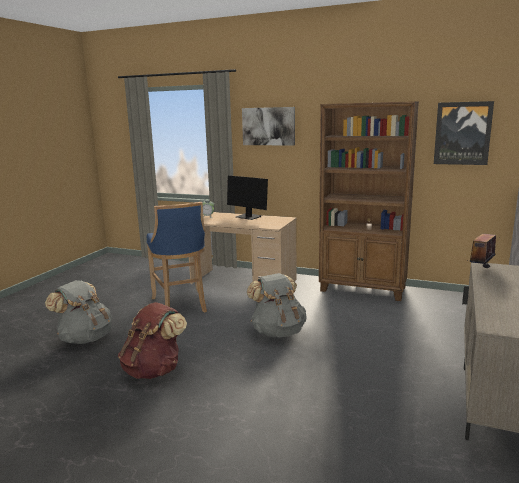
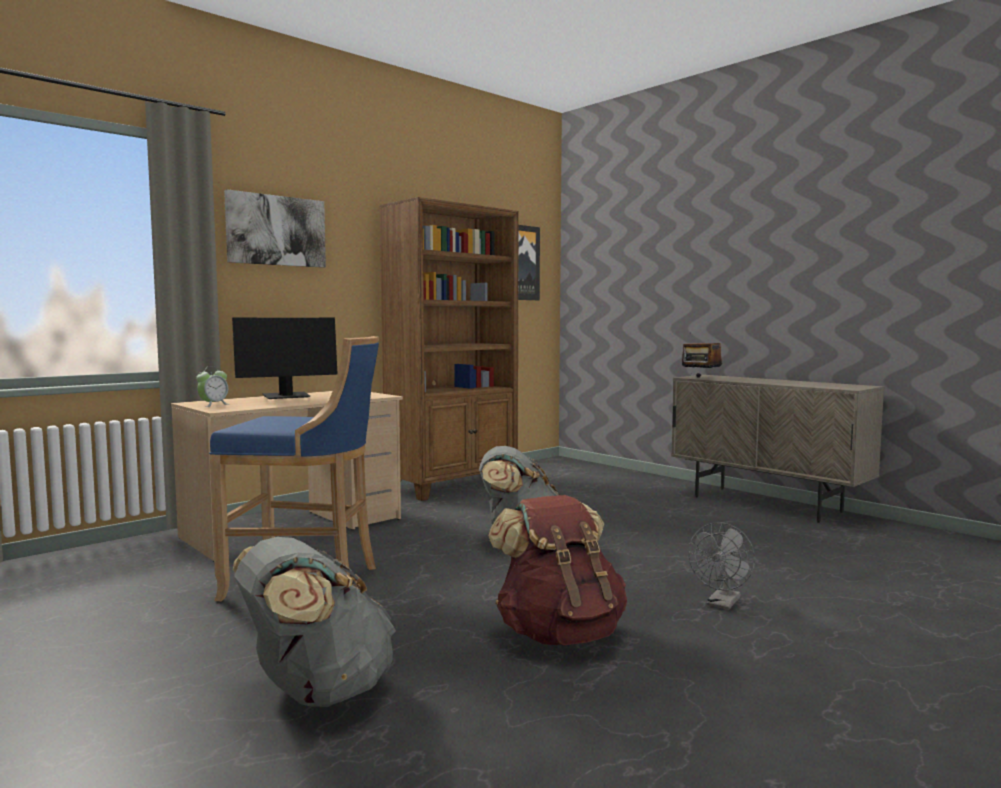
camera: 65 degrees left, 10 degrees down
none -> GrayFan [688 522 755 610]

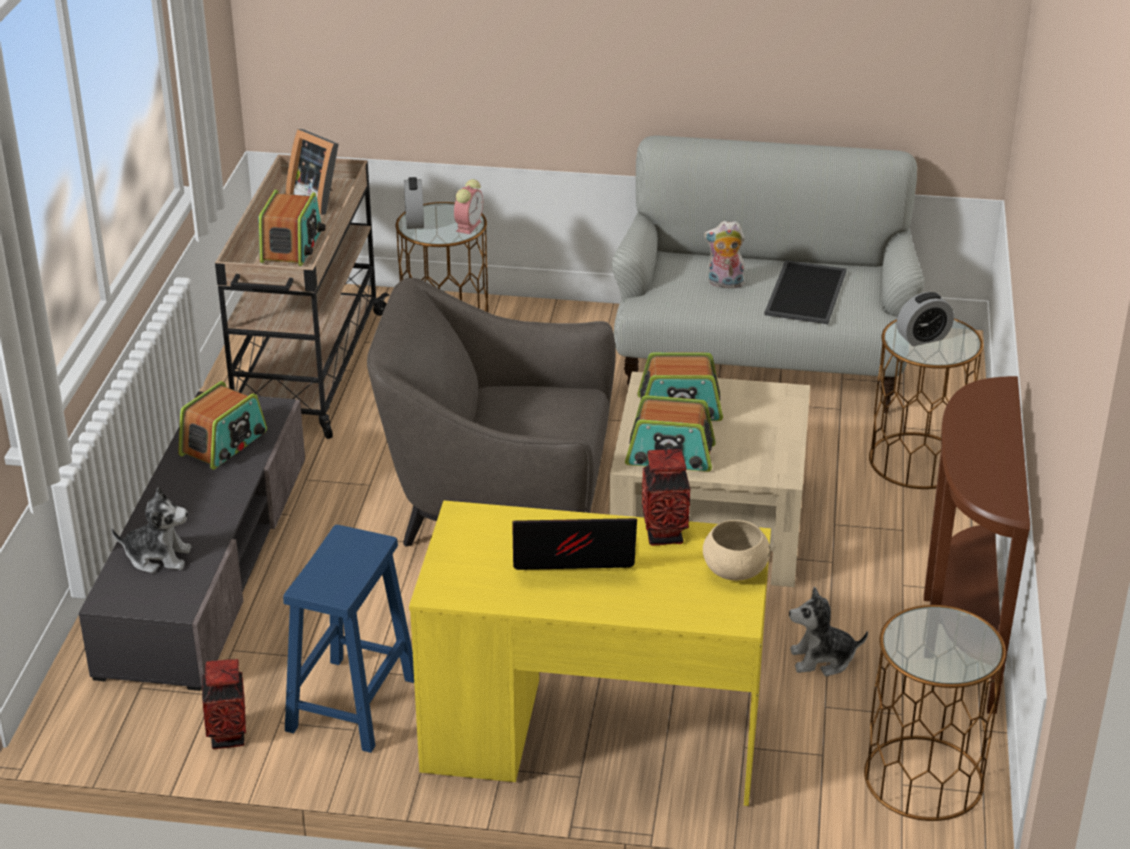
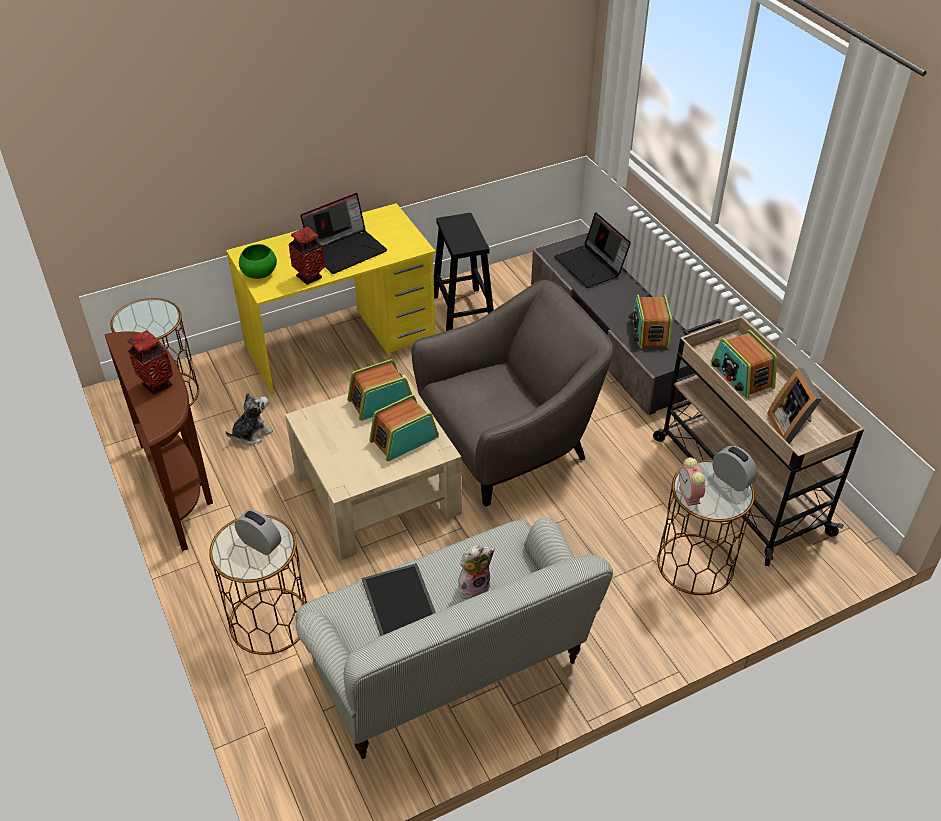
camera: 145 degrees right, 10 degrees up
DecorativeVase [202 659 246 749] -> DecorativeVase [128 330 174 395], moved
TableClock [897 292 954 346] -> TableClock [235 509 281 555], 90 degrees clockwise
BeigeColouredDeepDish [703 520 771 580] -> GreenDeepDish [239 244 277 279]
BlueSittingStool [283 525 414 753] -> BlackSittingStool [434 213 494 331]
SoftToy [111 487 192 573] -> NotebookComputer [554 212 631 288]
PictureFrame [285 129 339 215] -> PictureFrame [767 368 822 444], 105 degrees counterclockwise

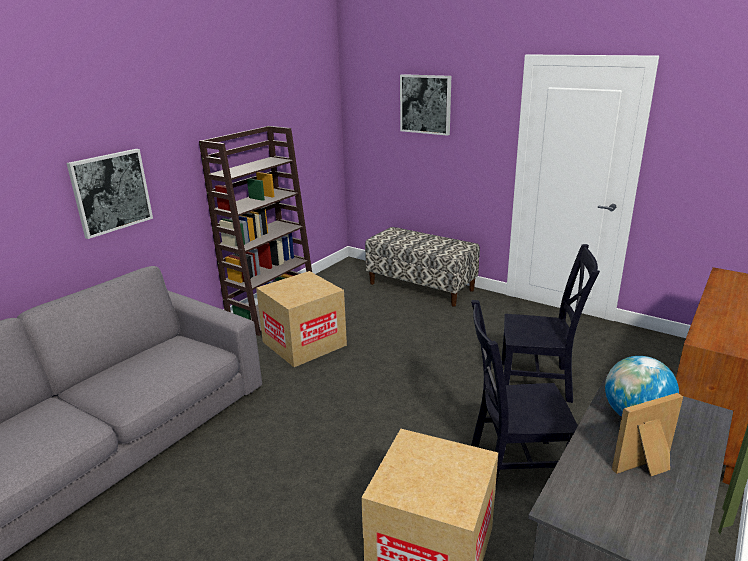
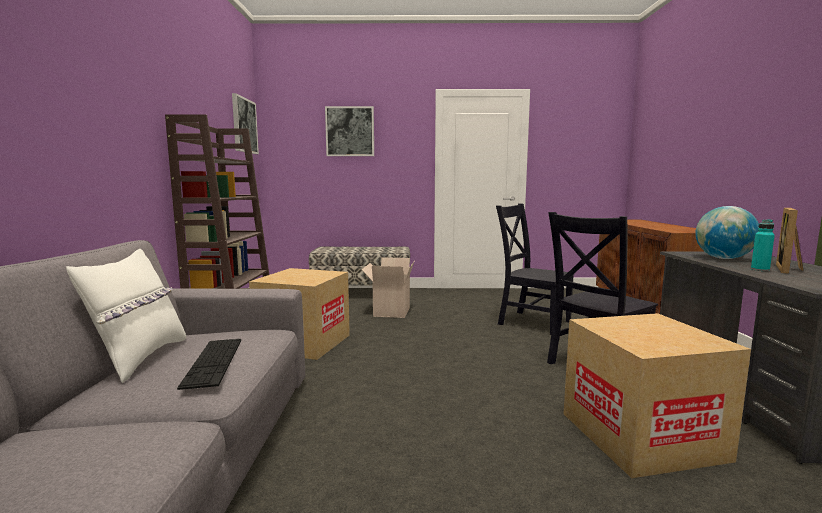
camera: 35 degrees left, 15 degrees down
none -> WhiteThrowPillow [66 249 186 383]
none -> ComputerKeyboard [177 339 241 390]
WallArt [67 149 153 239] -> WallArt [232 93 259 154], moved
none -> Carton [362 257 414 318]
BlackChair [502 244 600 403] -> BlackChair [496 203 575 335], 120 degrees counterclockwise
none -> TurquoiseDrinkBottle [751 219 775 271]

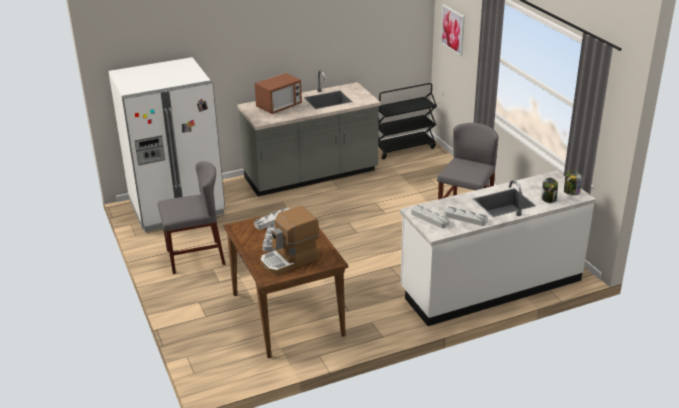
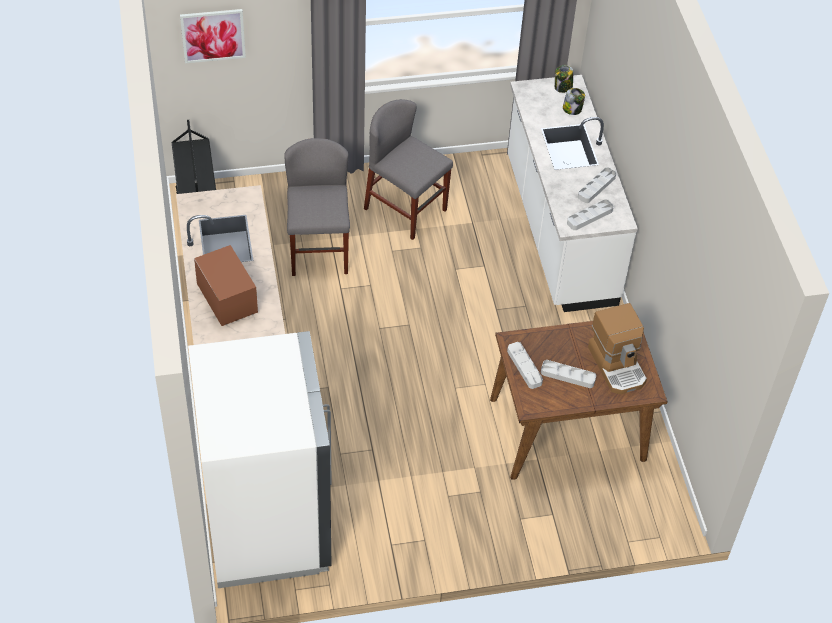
camera: 80 degrees left, 20 degrees up
GrayChair [158 161 226 274] -> GrayChair [284 138 350 276], moved

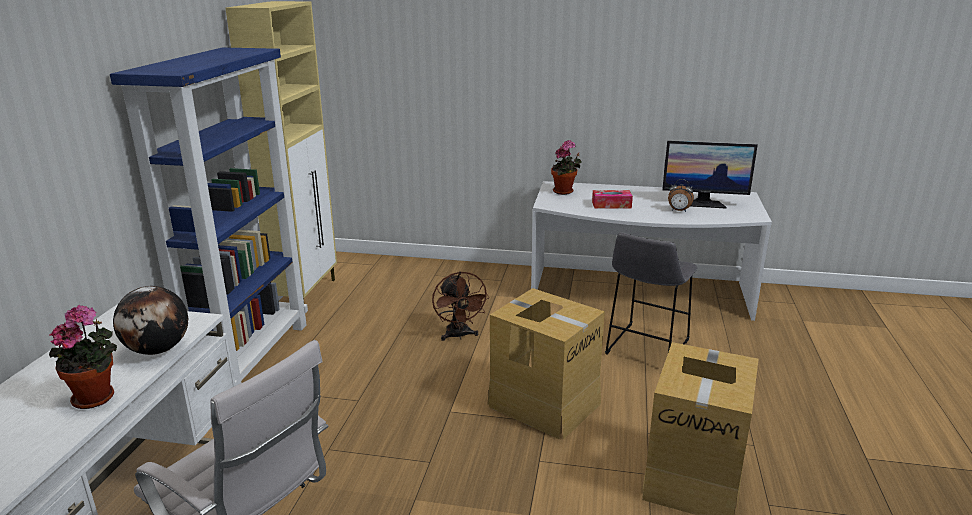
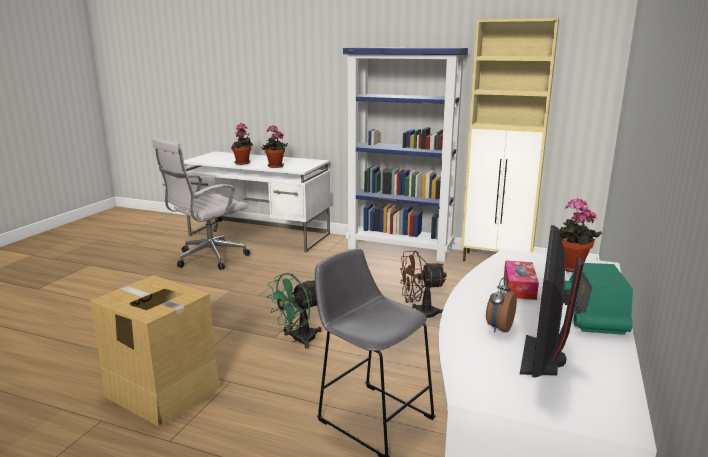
camera: 100 degrees right, 5 degrees down
Globe [113 286 188 355] -> PlantInAPot [261 126 288 168]
Carton [487 288 605 440] -> GreenFan [267 273 322 349]
none -> RadioReceiver [564 263 633 335]

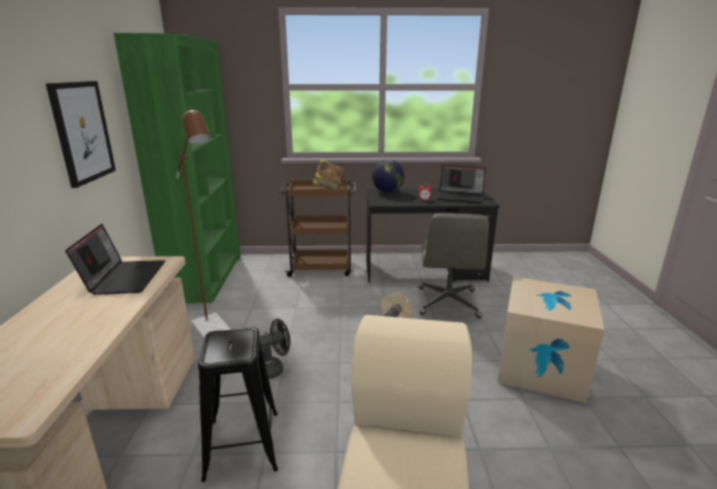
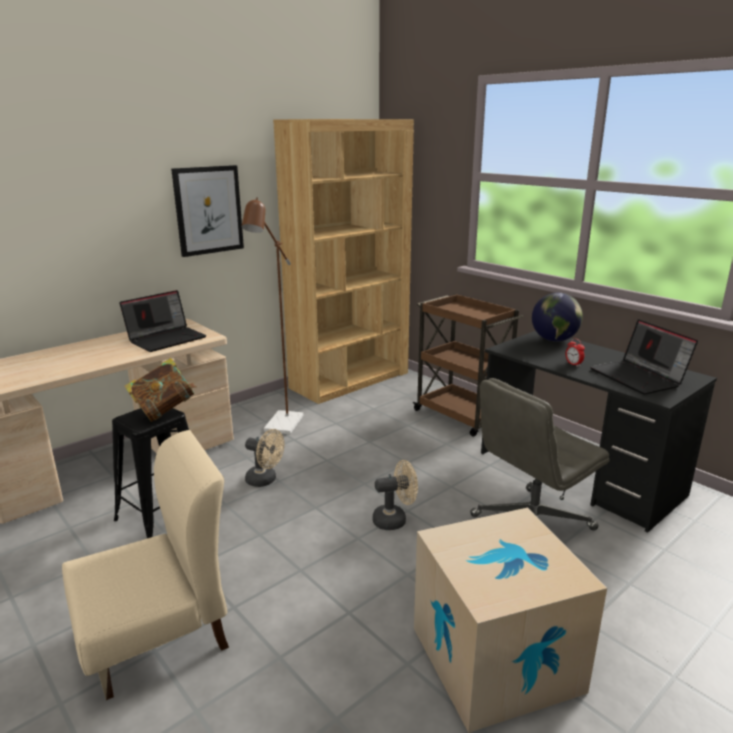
camera: 50 degrees right, 0 degrees up
BoundBook [313 159 344 189] -> BoundBook [124 358 197 422], moved
BlackFan [260 319 290 379] -> BeigeColouredFan [245 429 284 487]
GreenBookshelf [114 33 241 303] -> BrownBookshelf [273 119 414 404]

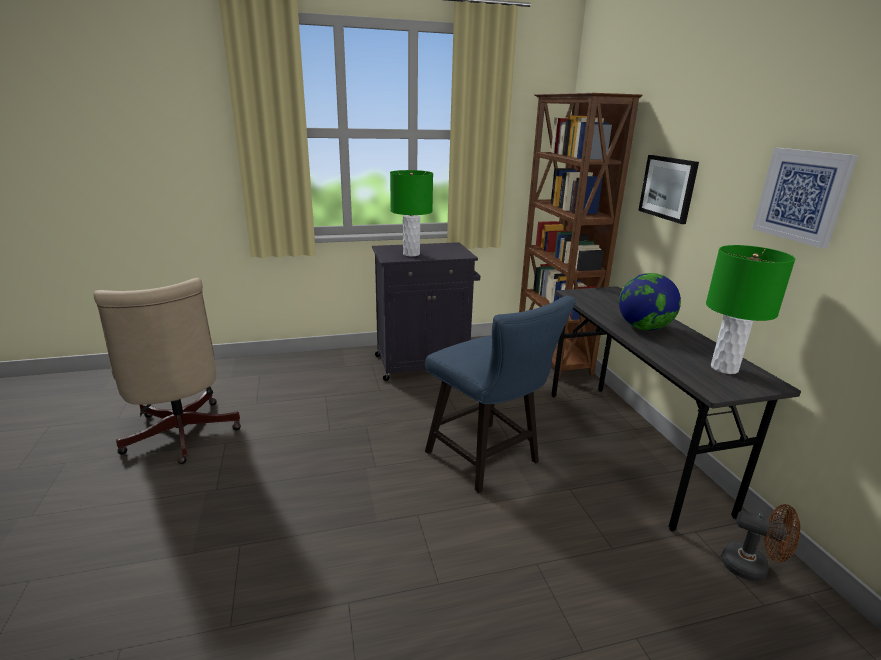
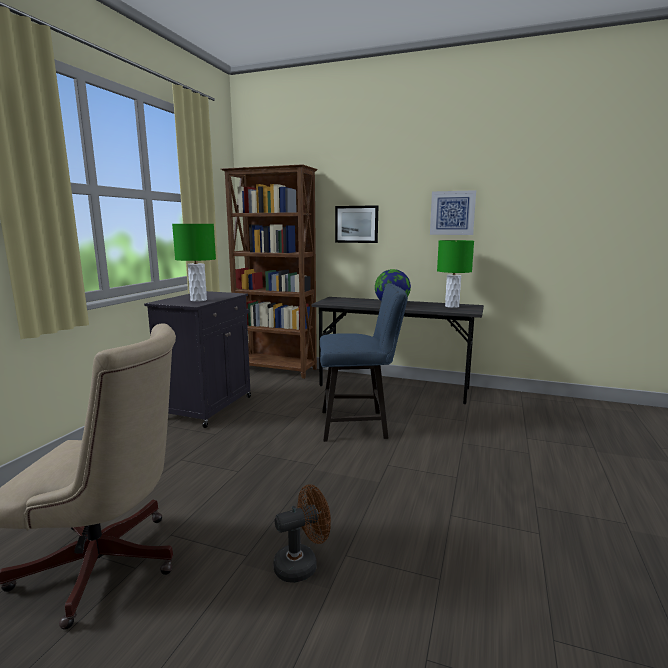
camera: 55 degrees left, 10 degrees down
BrownFan [721 504 800 582] -> BrownFan [273 484 331 583], moved

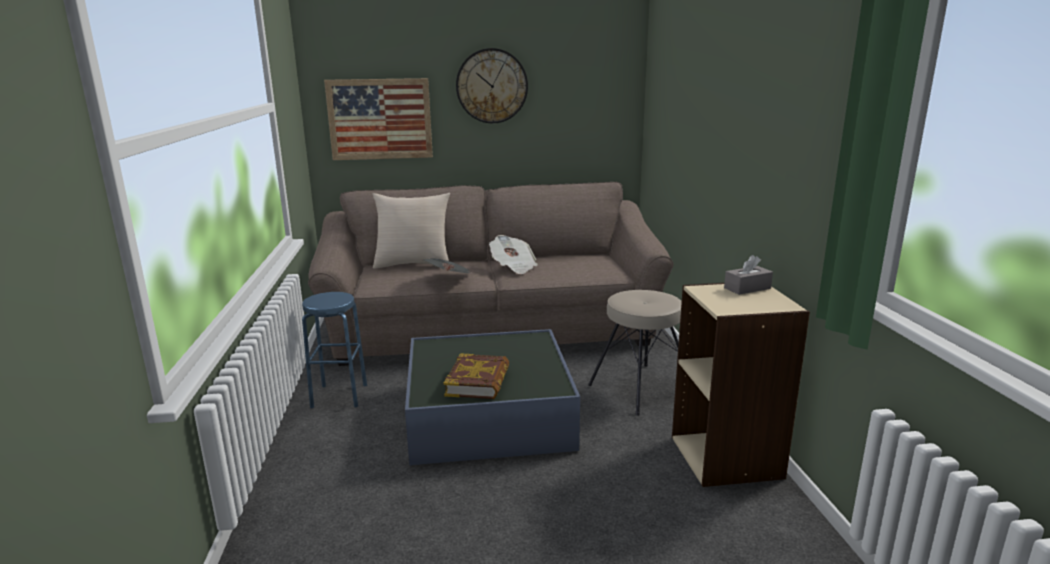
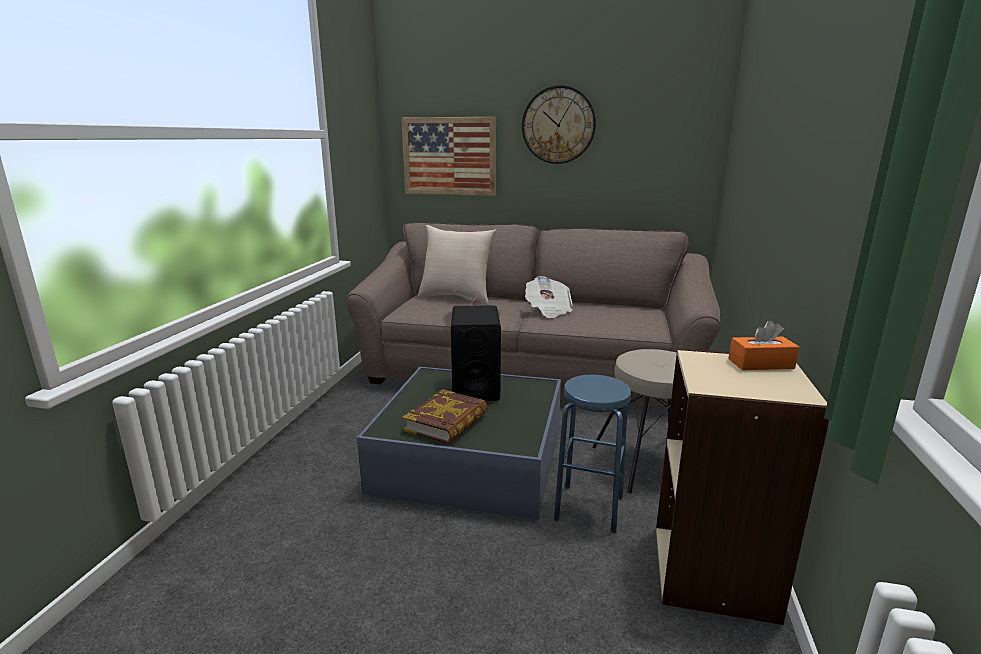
camera: 20 degrees right, 0 degrees up
none -> BlackSpeaker [451 306 501 401]
BlueSittingStool [302 292 367 409] -> BlueSittingStool [554 375 632 533], moved
GrayBoxOfTissues [724 255 773 295] -> OrangeyBoxOfTissues [729 321 799 370]

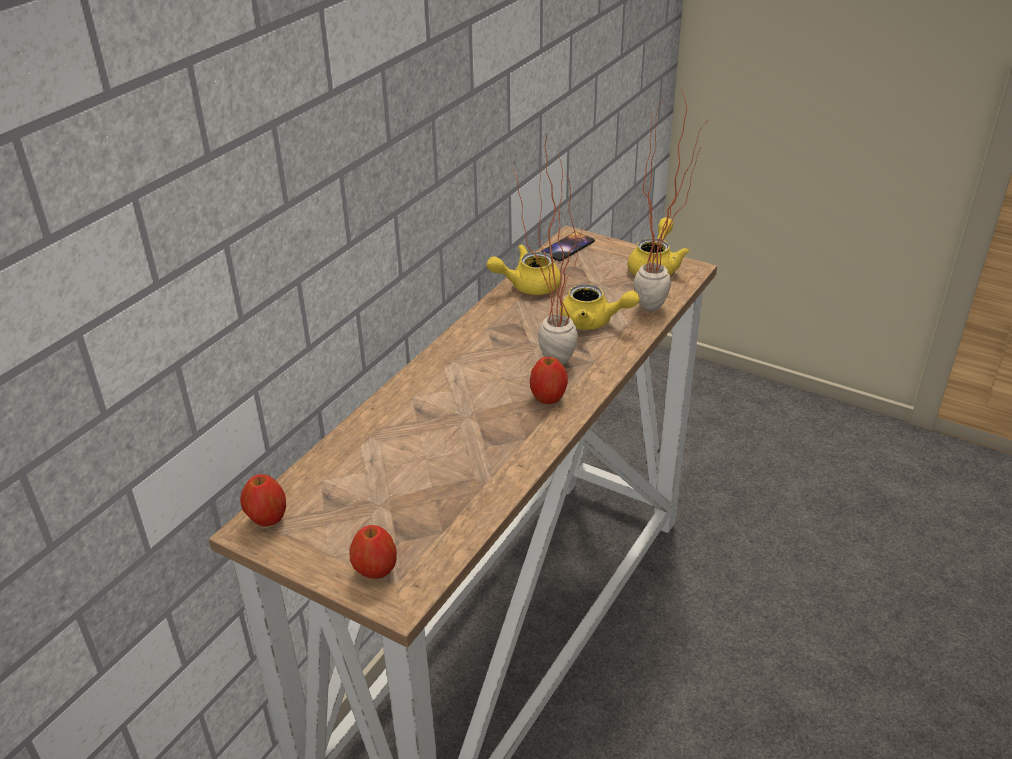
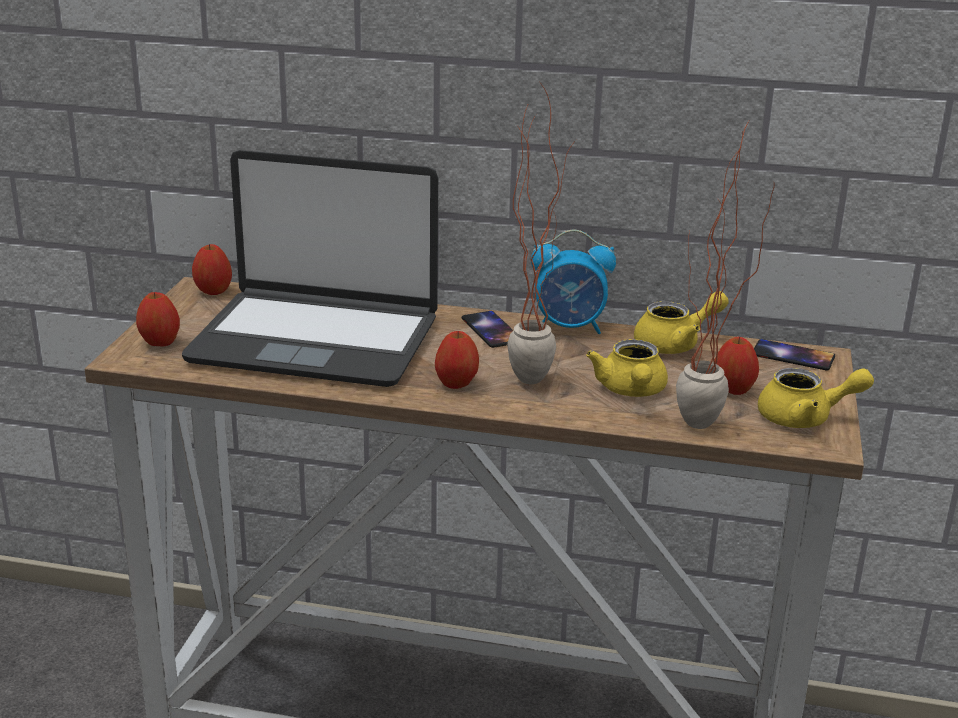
camera: 70 degrees right, 10 degrees down
none -> NotebookComputer [182 150 438 387]
none -> Phone [462 311 513 348]
none -> TableClock [531 230 616 334]
YellowTeapot [487 244 561 295] -> YellowTeapot [634 291 729 354], 105 degrees clockwise
none -> WholeApple [715 337 759 395]

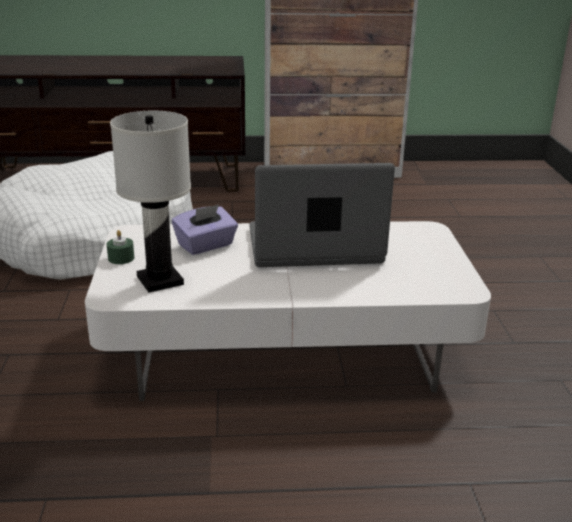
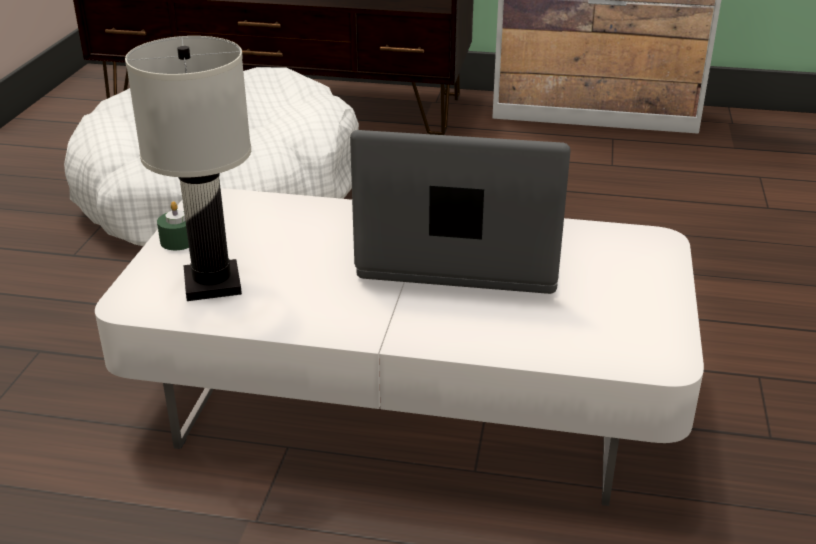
camera: 15 degrees right, 5 degrees up
PurpleBoxOfTissues [172 204 238 255] -> none

